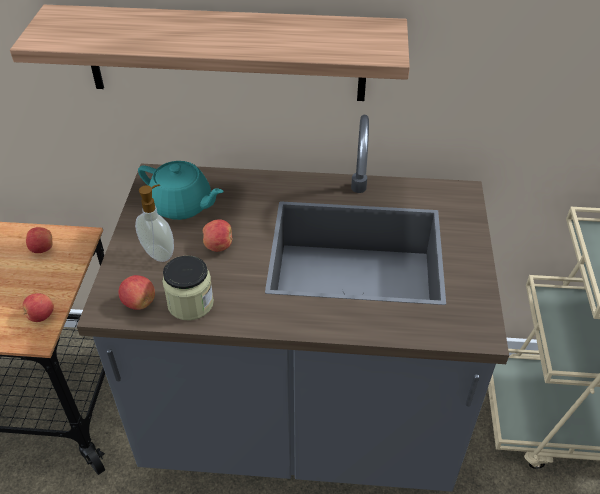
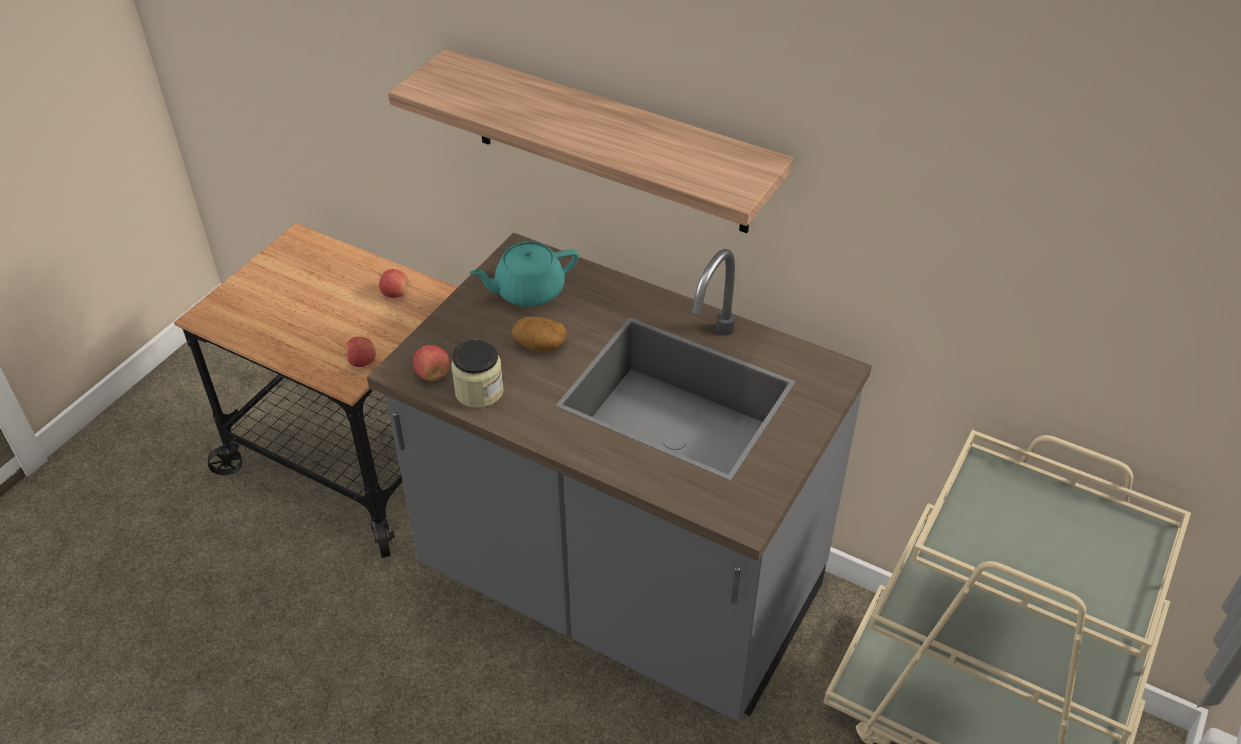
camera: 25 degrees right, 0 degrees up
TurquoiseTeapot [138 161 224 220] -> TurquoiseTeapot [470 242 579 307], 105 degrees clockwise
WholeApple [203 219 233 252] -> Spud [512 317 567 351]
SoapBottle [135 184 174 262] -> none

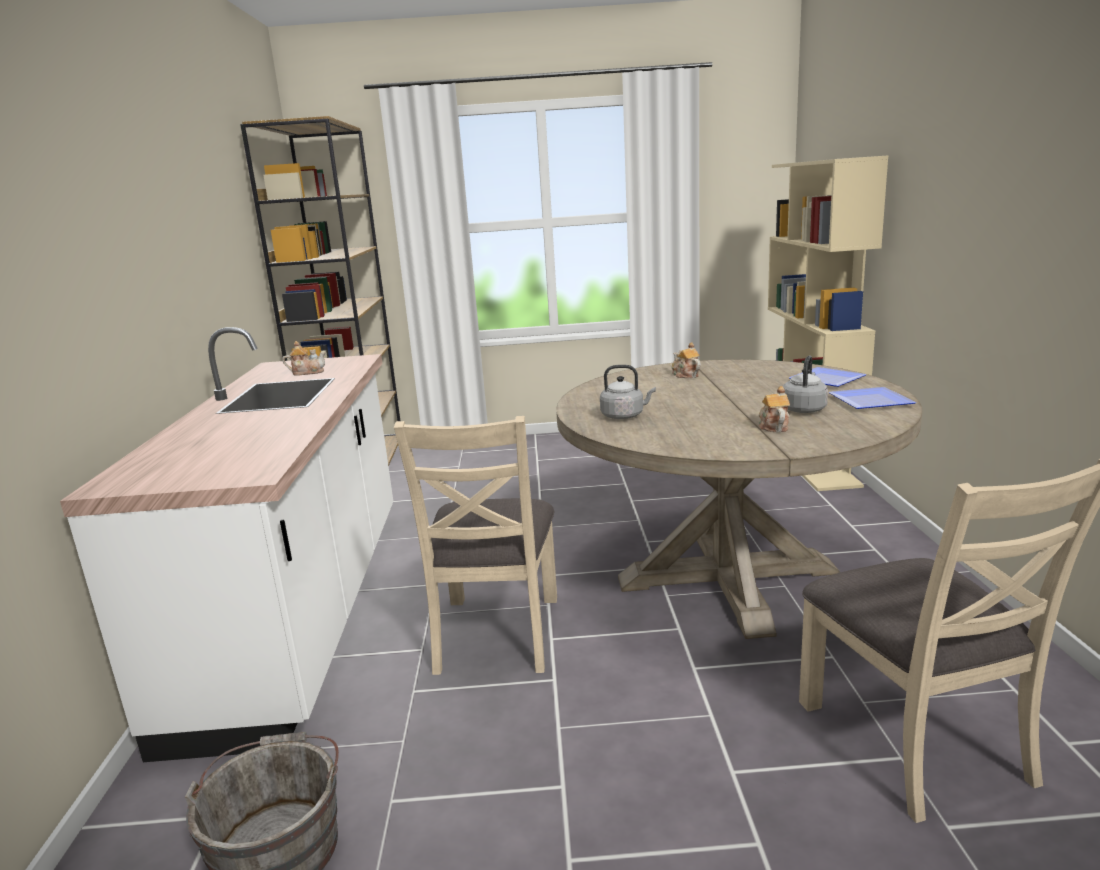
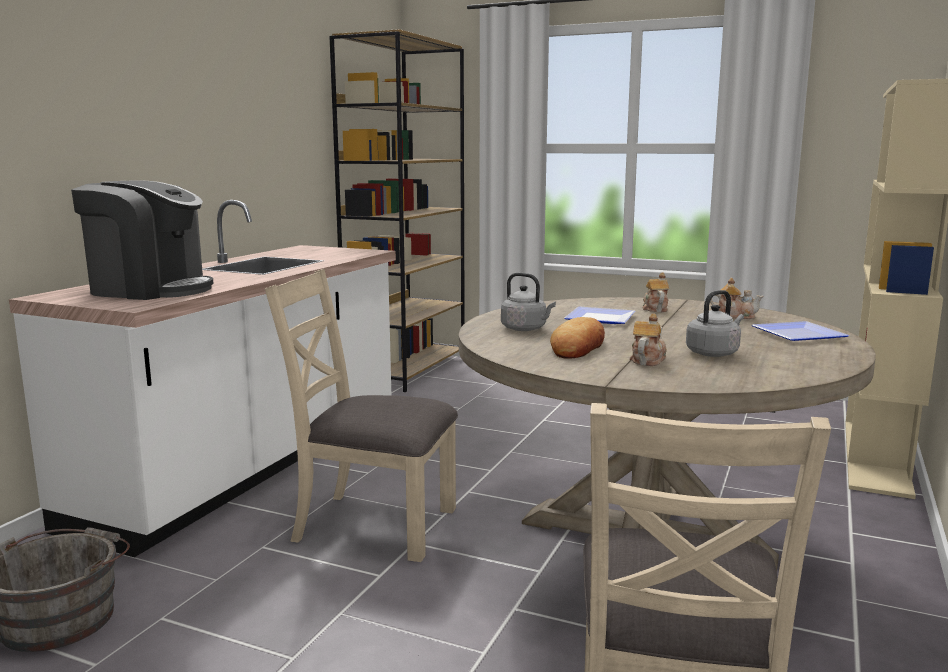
camera: 25 degrees right, 5 degrees down
none -> CoffeeMachine [71 181 213 300]
BeigeColouredChair [394 416 557 675] -> BeigeColouredChair [265 269 458 562], 75 degrees clockwise
none -> Bread [550 317 605 359]
FlatDish [829 387 916 409] -> FlatDish [564 307 635 324], moved
Teapot [283 341 326 376] -> Teapot [710 278 764 319], moved

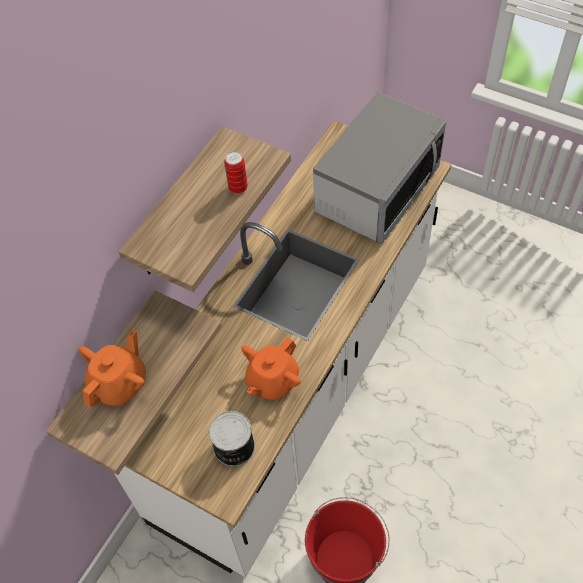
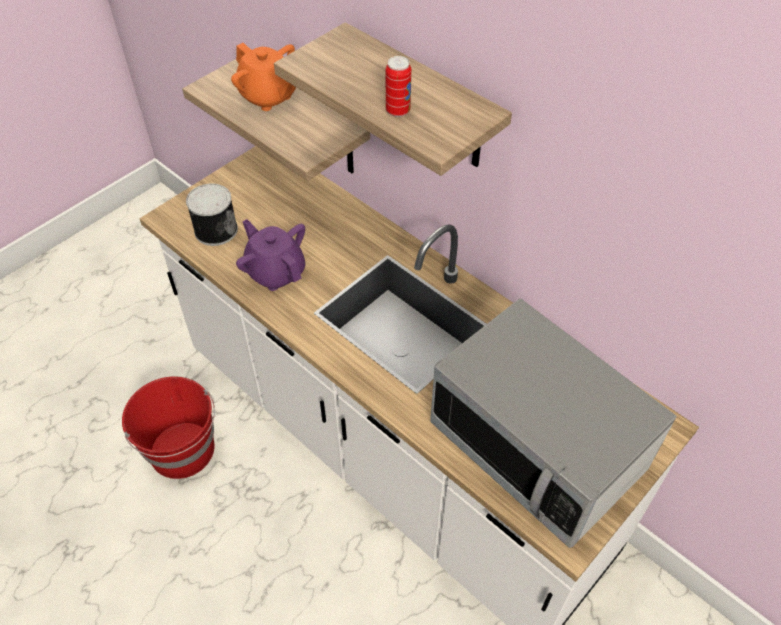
camera: 100 degrees right, 5 degrees down
OrangeyTeapot [241 337 301 400] -> PurpleTeapot [236 219 305 291]

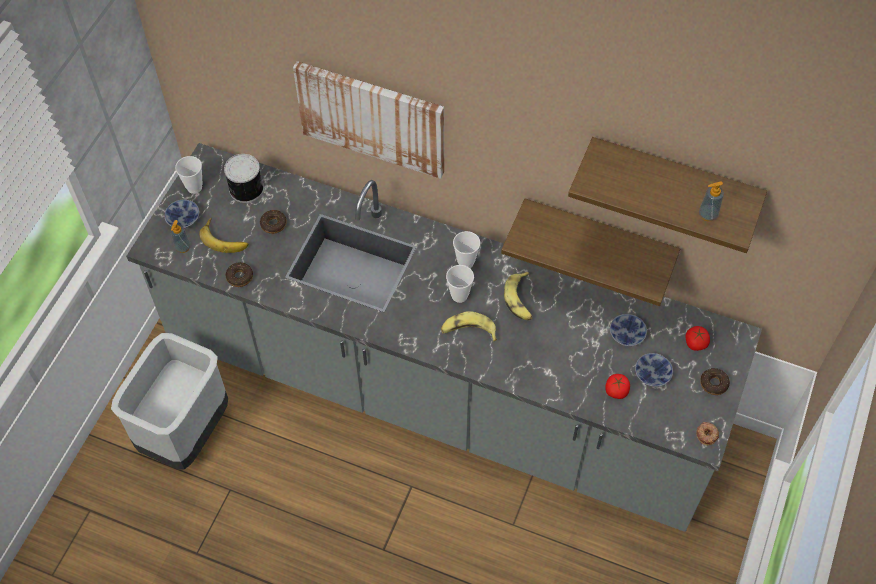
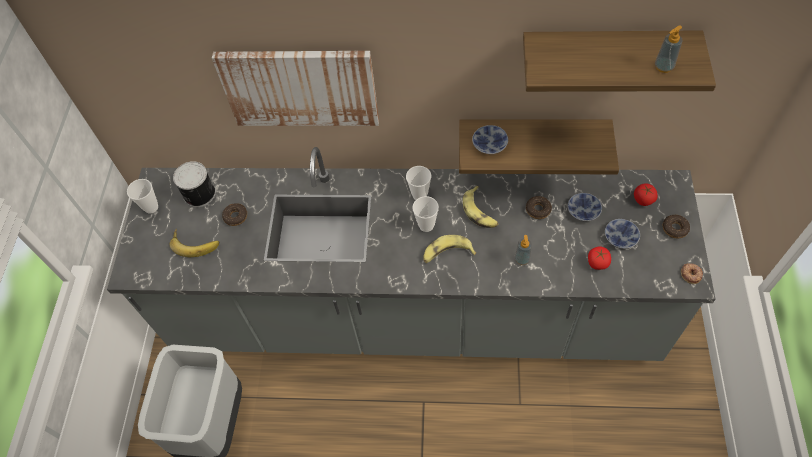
camera: 15 degrees left, 0 degrees up
DeepDish [164 199 199 228] -> DeepDish [472 125 508 154], moved
SoapBottle [170 220 191 253] -> SoapBottle [514 235 532 265], moved
Donut [226 262 253 287] -> Donut [526 196 552 219], moved

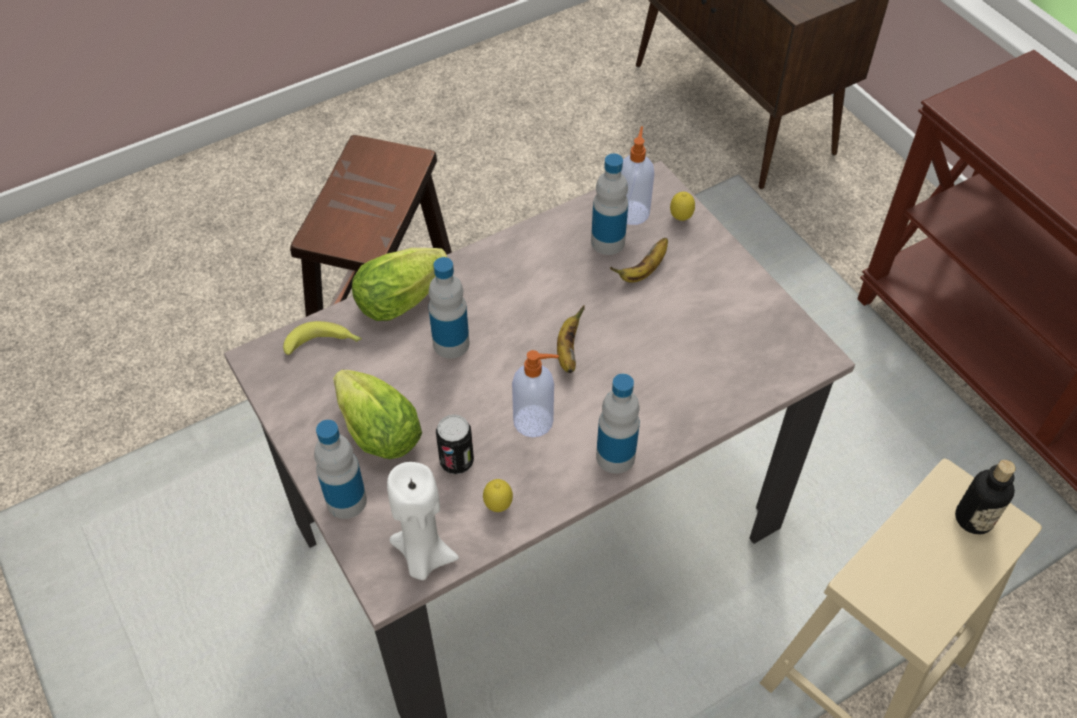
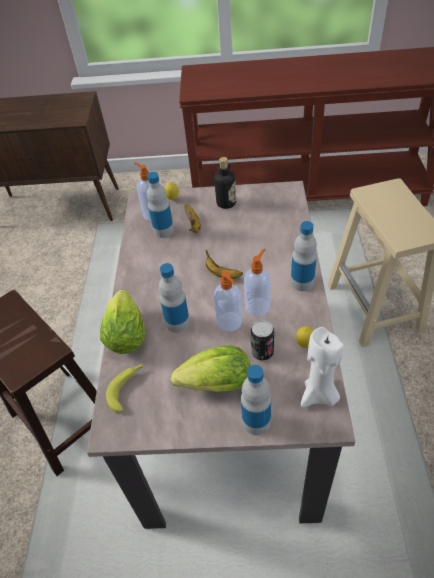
camera: 55 degrees left, 5 degrees down
DrinkBottle [955 460 1016 535] -> DrinkBottle [214 157 236 209], moved
none -> SoapBottle [214 271 242 332]

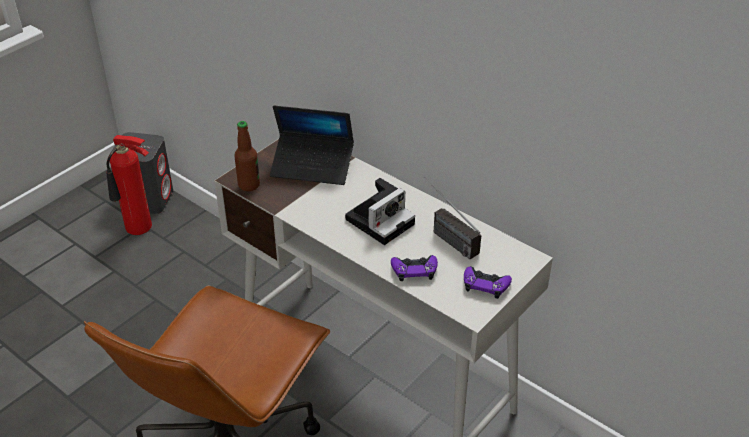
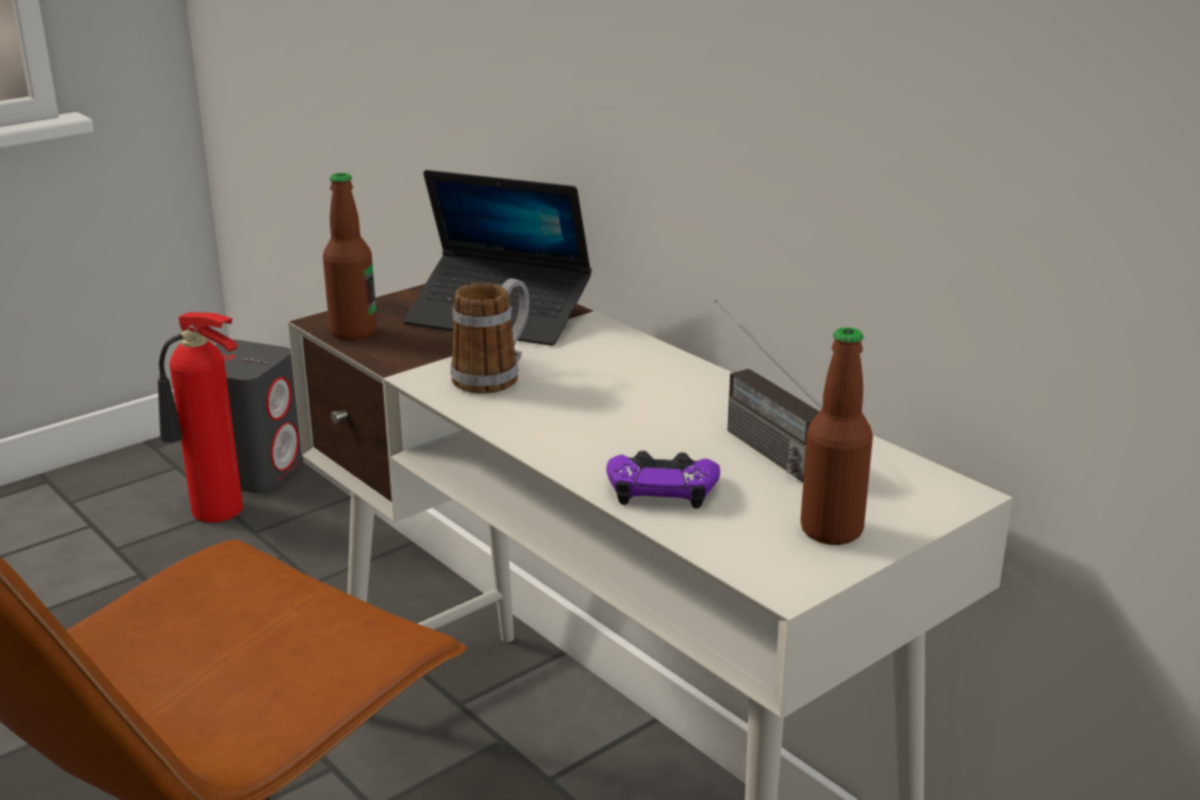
camera: 10 degrees right, 15 degrees down
none -> TeaMug [450 279 529 394]
PurpleJoypad [464 266 512 299] -> DrinkBottle [800 327 873 545]
StillCamera [345 178 415 245] -> none

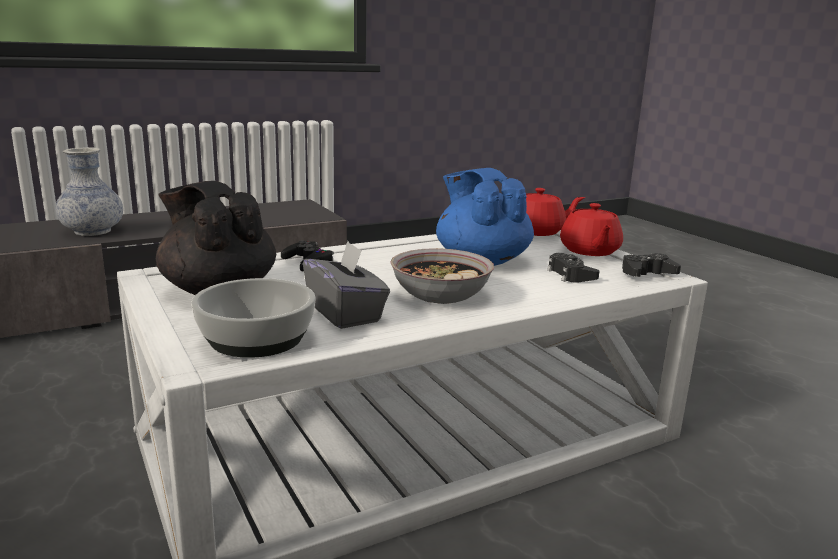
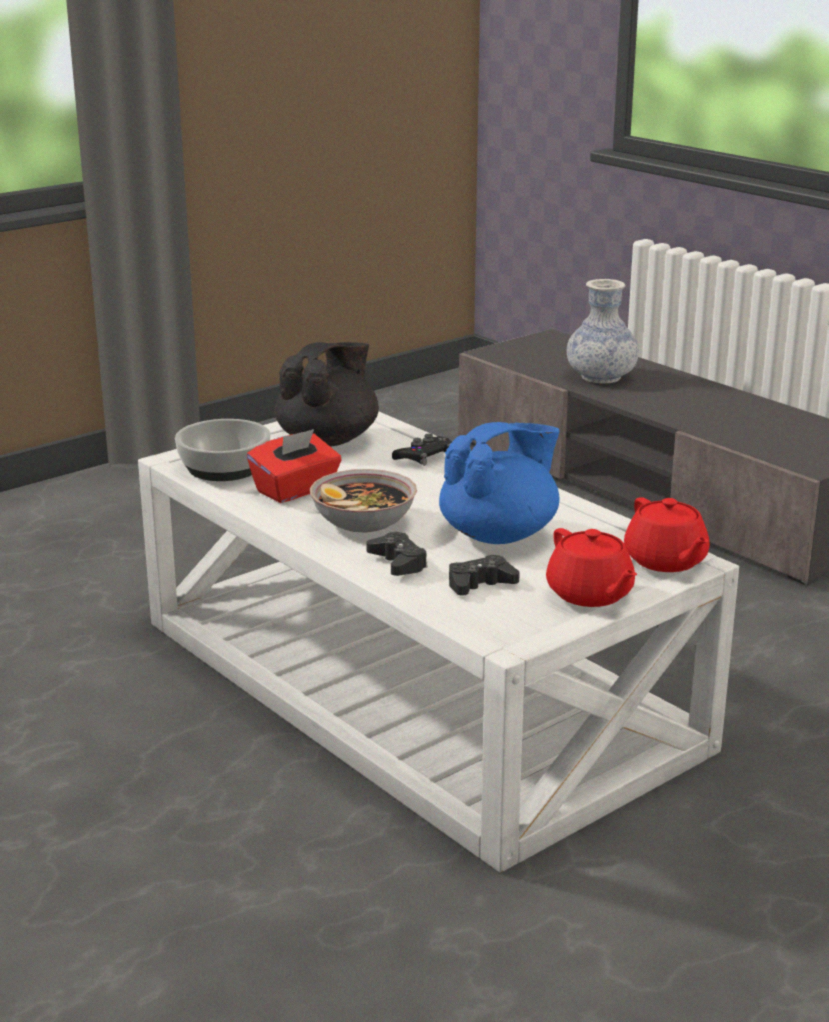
camera: 80 degrees right, 5 degrees up
GrayBoxOfTissues [303 241 390 329] -> ReddishBoxOfTissues [247 429 342 503]
BlackJoypad [622 253 681 277] -> BlackJoypad [366 532 428 576], moved
ReddishTeapot [560 203 623 256] -> ReddishTeapot [546 528 637 607], 105 degrees counterclockwise

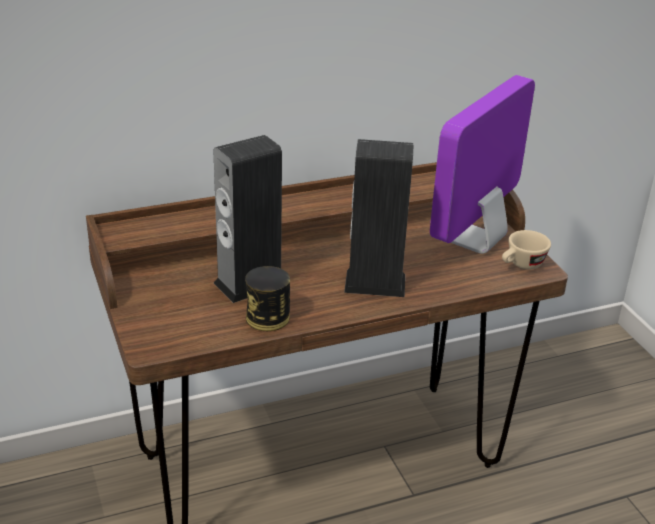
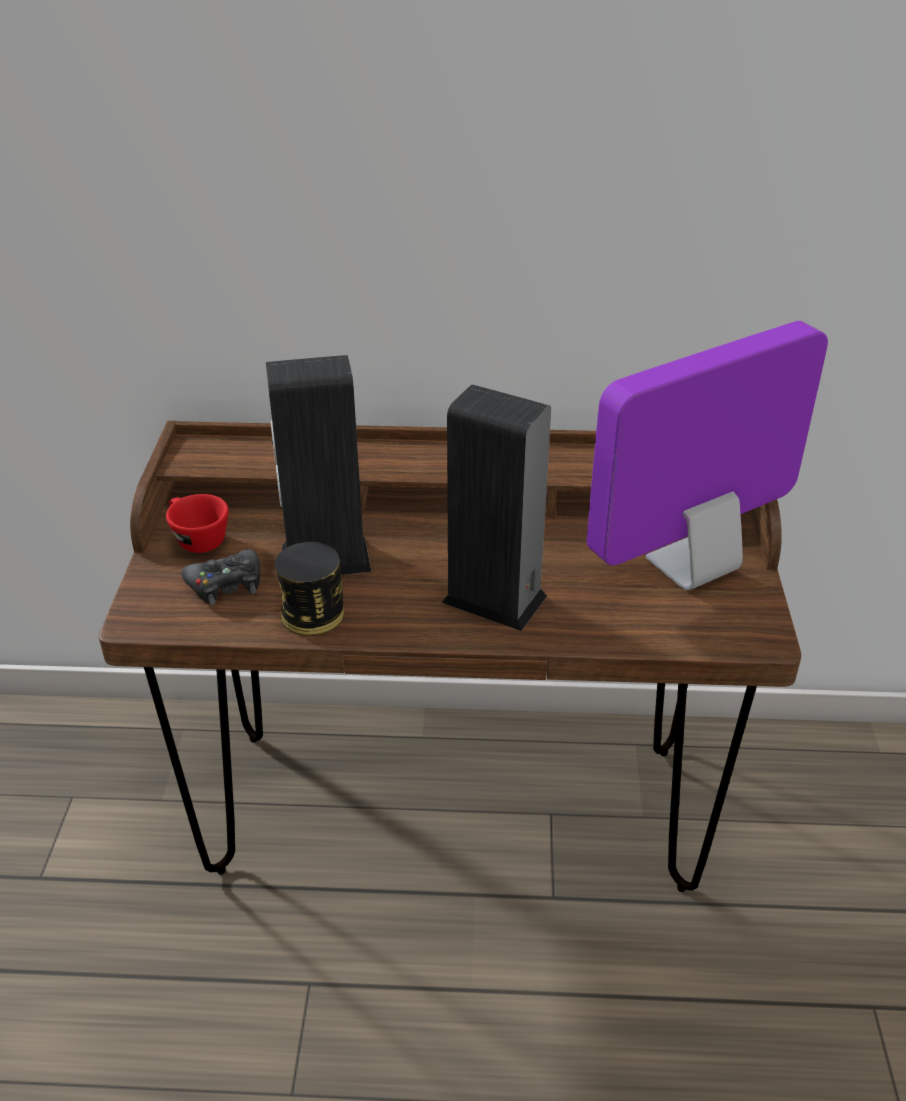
camera: 25 degrees right, 5 degrees up
none -> ReddishSmallCup [166 494 229 553]
none -> BlackJoypad [181 549 260 605]
BeigeColouredSmallCup [502 230 551 269] -> none

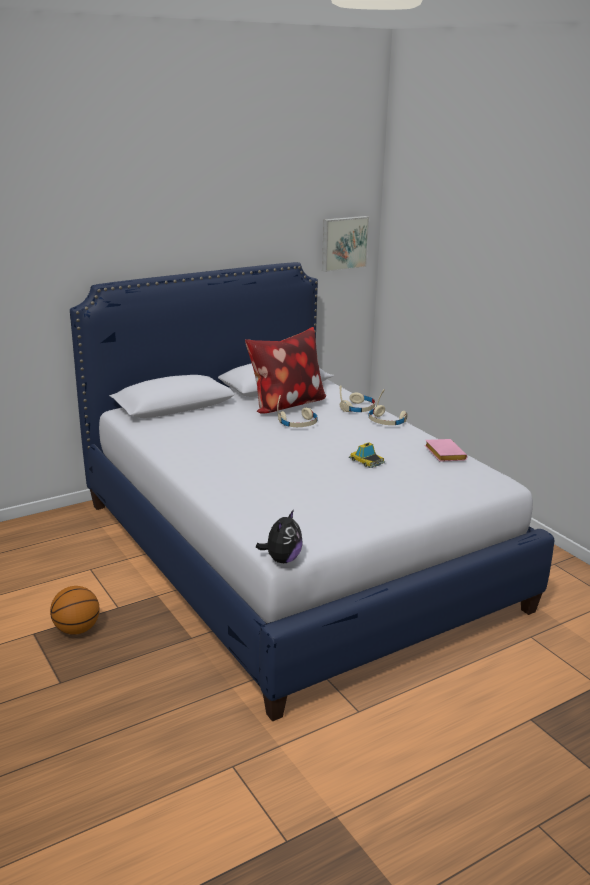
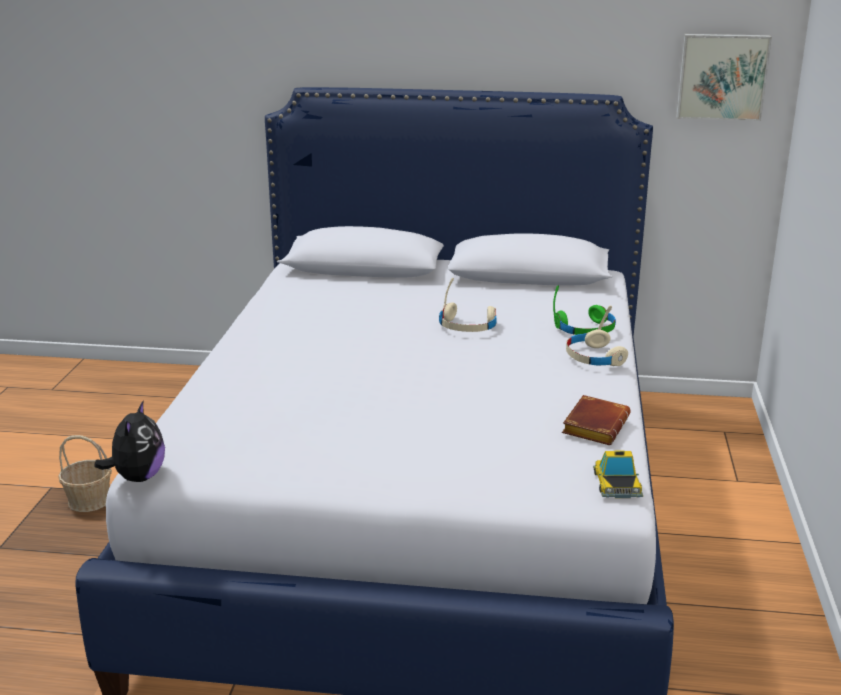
camera: 40 degrees right, 0 degrees up
BallForBasketball [50 586 100 635] -> HouseholdBasket [58 435 112 512]
SoftToy [256 510 303 563] -> SoftToy [94 400 165 482], 60 degrees counterclockwise
BeigeColouredPairOfHeadphones [339 385 375 412] -> GreenPairOfHeadphones [553 286 616 335]
PinkishBoundBook [425 439 467 462] -> BrownBoundBook [562 395 631 445]
ModelCar [349 443 385 468] -> ModelCar [593 450 643 498], moved
ThrowPillow [245 327 326 414] -> none

